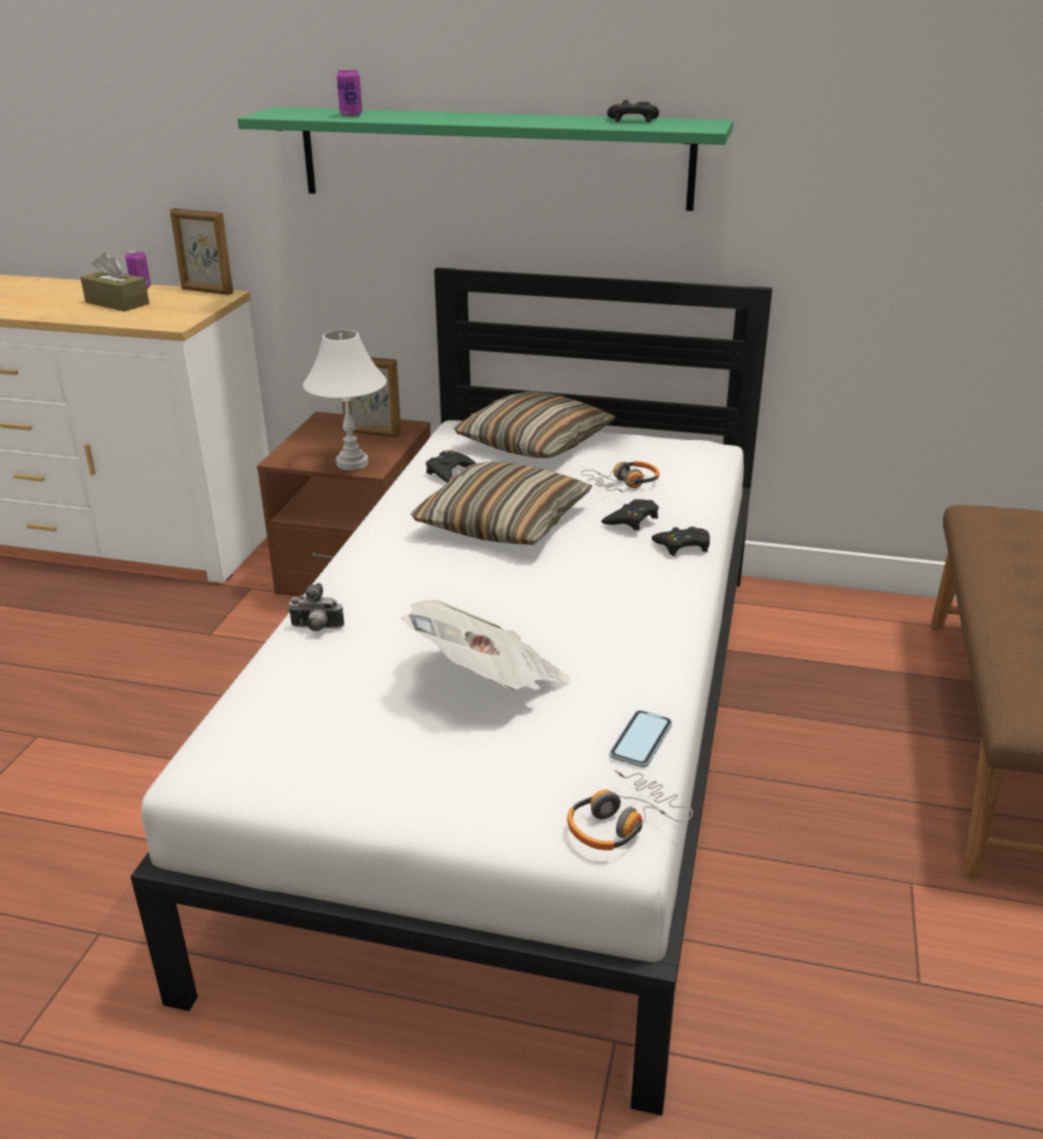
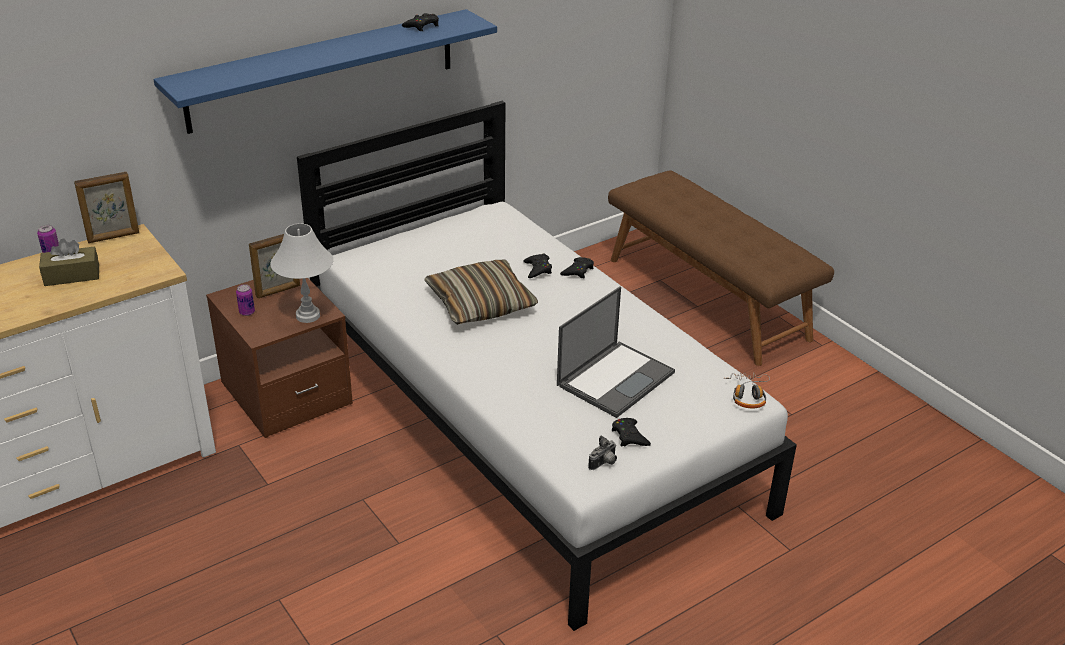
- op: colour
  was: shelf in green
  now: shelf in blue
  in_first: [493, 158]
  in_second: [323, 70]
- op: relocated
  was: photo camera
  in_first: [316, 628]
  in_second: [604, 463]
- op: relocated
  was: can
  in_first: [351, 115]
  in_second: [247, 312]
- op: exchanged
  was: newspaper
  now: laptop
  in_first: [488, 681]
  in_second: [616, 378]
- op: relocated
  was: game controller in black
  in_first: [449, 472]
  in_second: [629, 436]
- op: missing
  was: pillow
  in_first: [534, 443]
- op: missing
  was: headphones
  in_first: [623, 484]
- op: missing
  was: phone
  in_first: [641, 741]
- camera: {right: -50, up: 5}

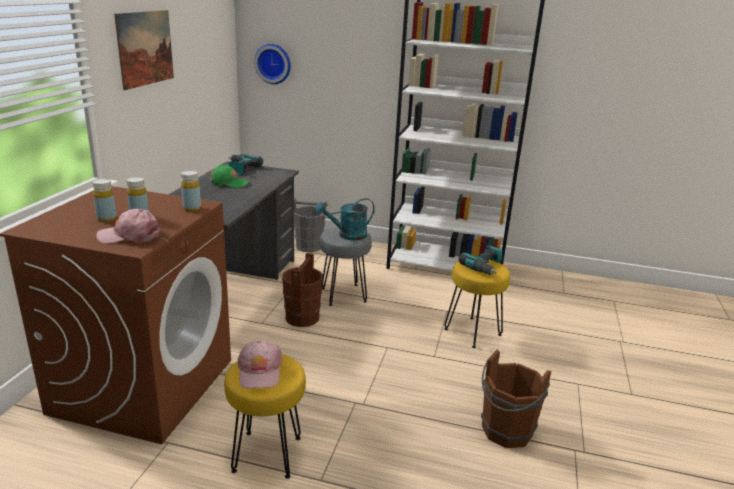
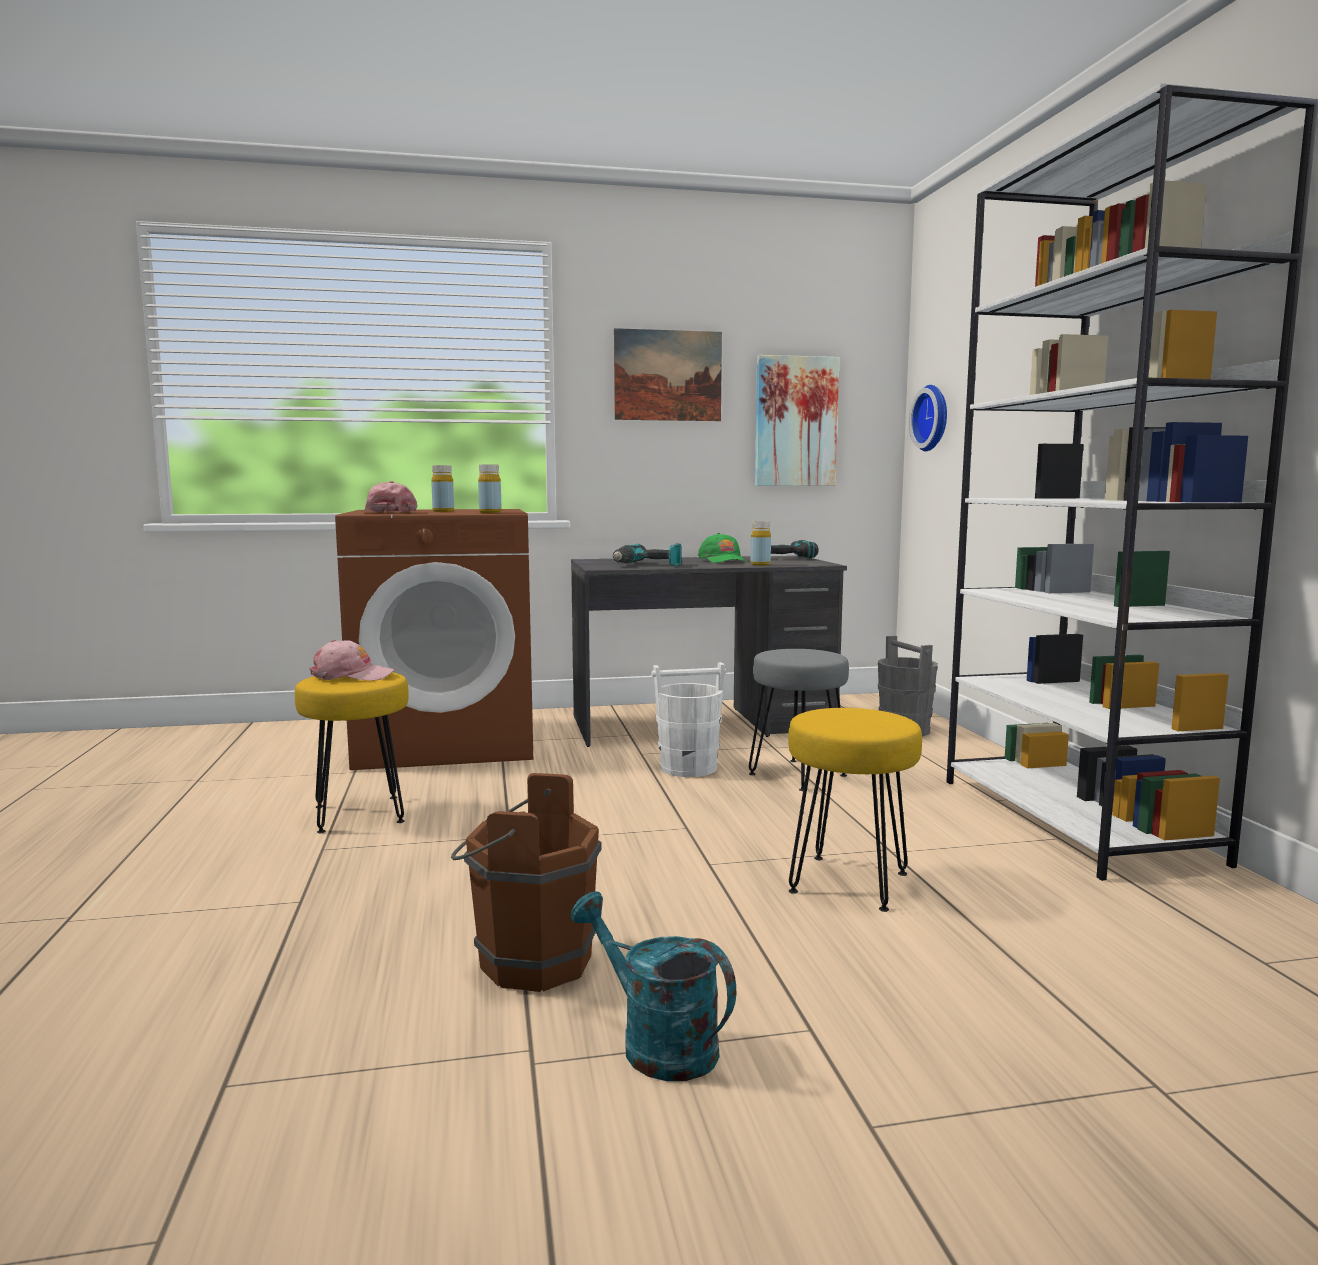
- op: relocated
  was: bottle in yellow
  in_first: [106, 219]
  in_second: [760, 564]
- op: spun
  was: cap in pink
  in_first: [260, 371]
  in_second: [352, 676]
  clockwise: -150
- op: colour
  was: bucket in brown
  now: bucket in white
  in_first: [302, 318]
  in_second: [687, 768]
- op: relocated
  was: watering can in turquoise
  in_first: [347, 235]
  in_second: [655, 1043]
- op: relocated
  was: power drill
  in_first: [485, 267]
  in_second: [647, 565]
- op: appeared
  now: picture
  in_second: [795, 422]
- camera: {right: 65, up: -15}

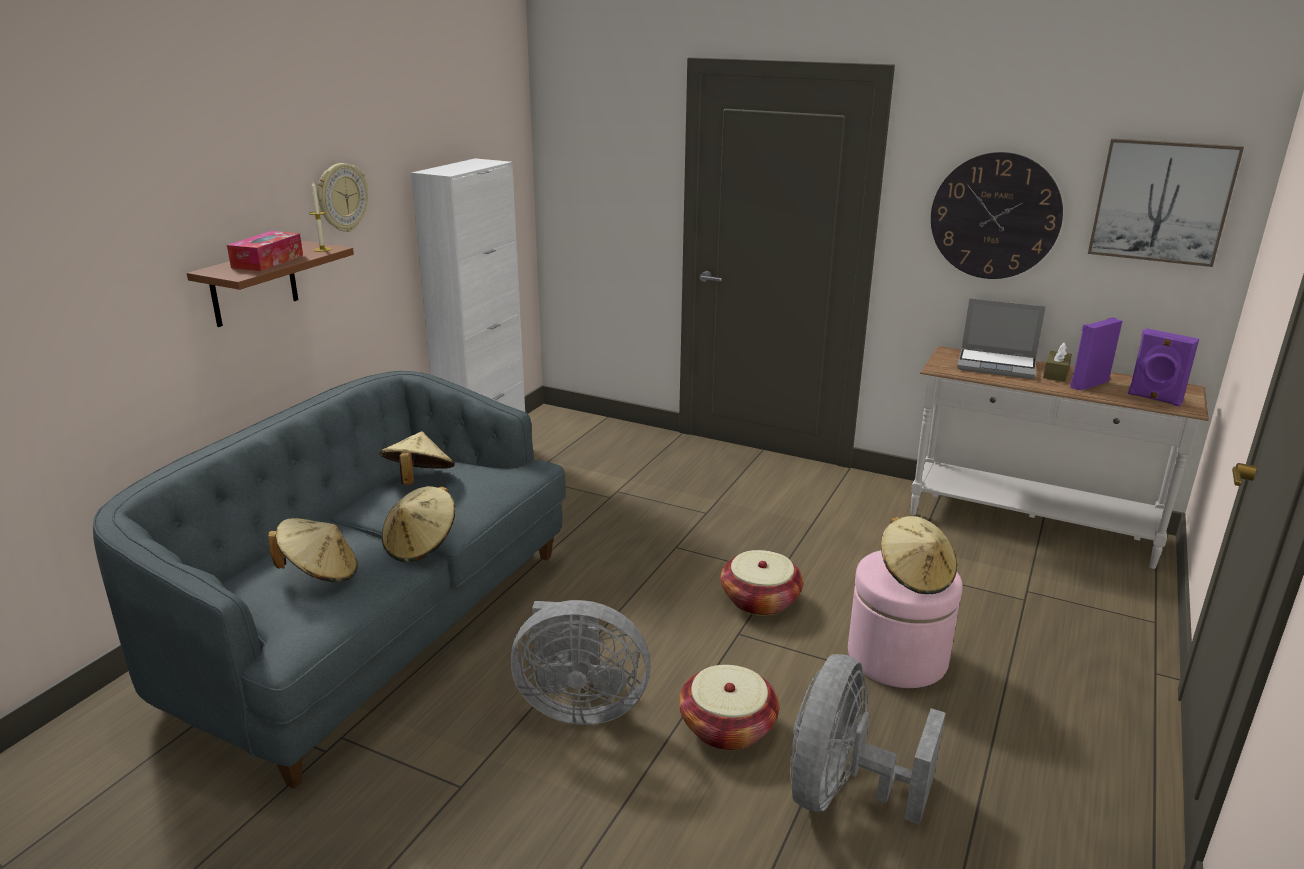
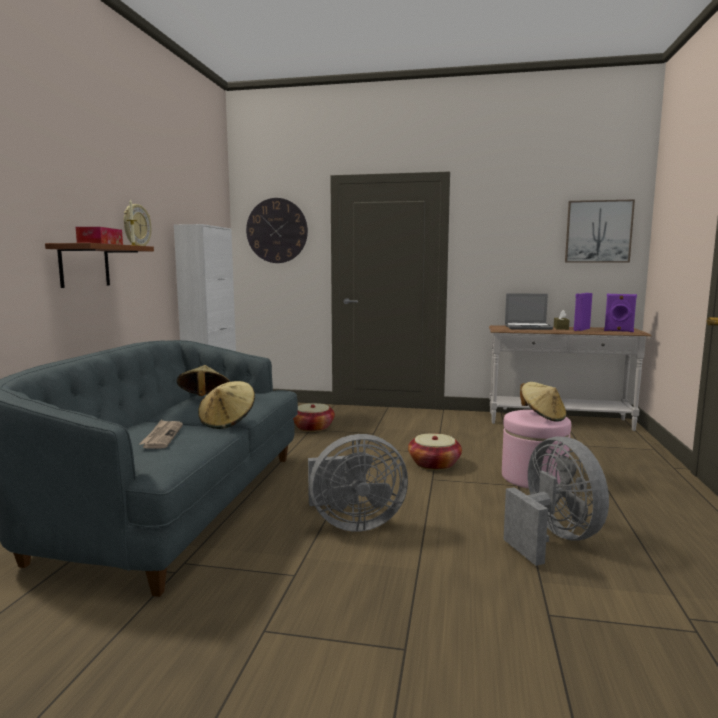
- op: exchanged
  was: hat in beige
  now: newspaper
  in_first: [320, 573]
  in_second: [162, 436]
- op: relocated
  was: basket
  in_first: [727, 727]
  in_second: [313, 427]
- op: spun
  was: fan in grey
  in_first: [843, 792]
  in_second: [553, 538]
  clockwise: 150
- op: relocated
  was: wall clock
  in_first: [995, 216]
  in_second: [277, 230]
- camera: {right: -15, up: -15}

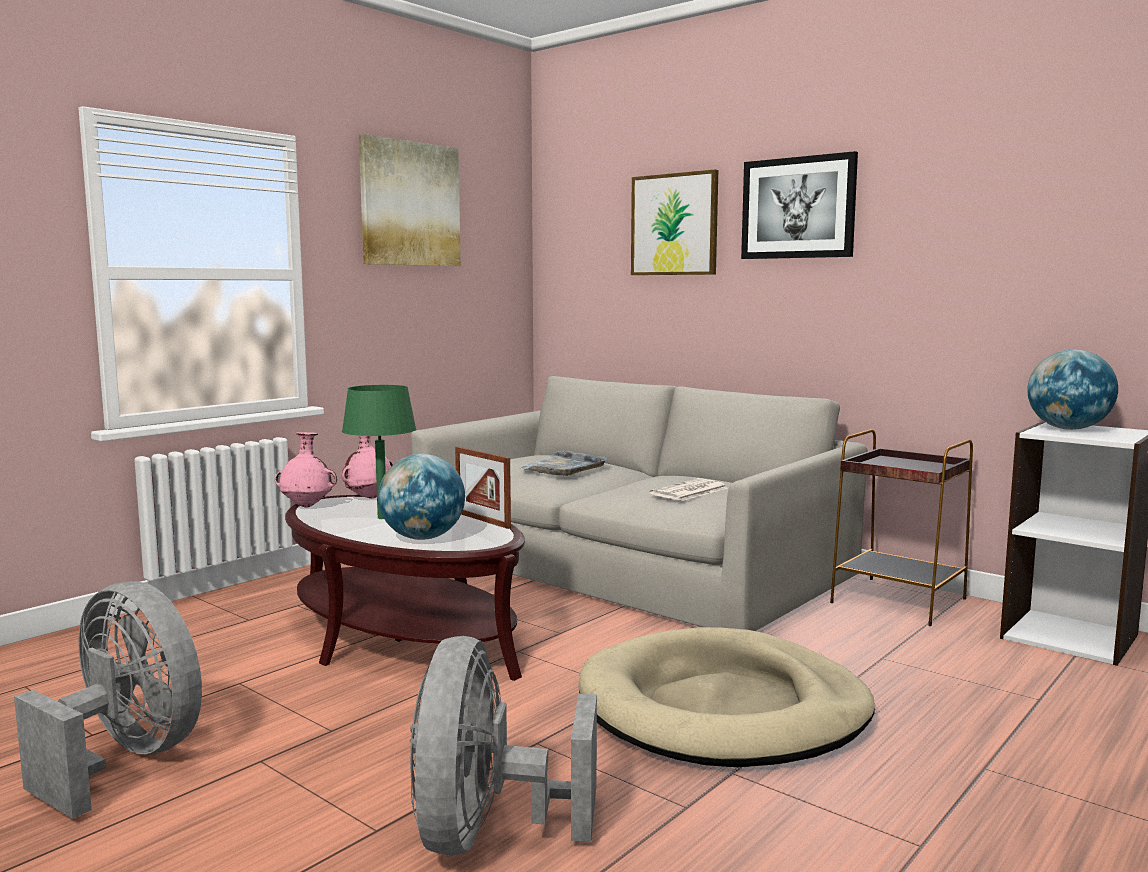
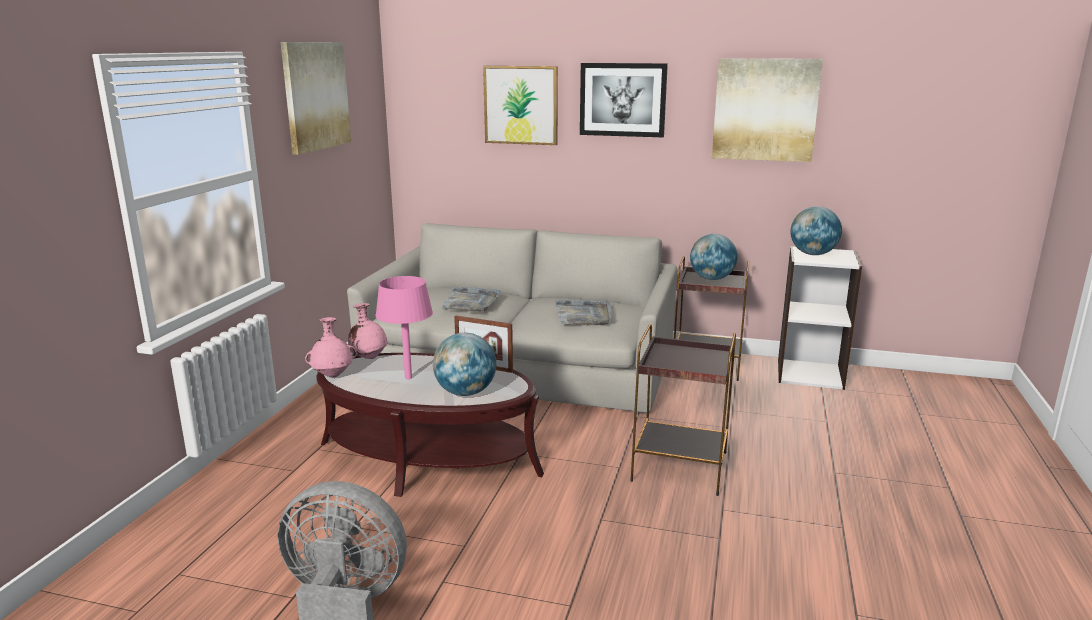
- op: colour
  was: table lamp in green
  now: table lamp in pink
  in_first: [382, 518]
  in_second: [408, 377]
- op: missing
  was: fan in grey
  in_first: [487, 833]
- op: exchanged
  was: dog bed in beige
  now: side table in brown
  in_first: [723, 708]
  in_second: [680, 467]
- op: exchanged
  was: newspaper
  now: tray in grey
  in_first: [689, 491]
  in_second: [584, 315]
- op: appeared
  now: globe
  in_second: [711, 279]
- op: appeared
  now: picture
  in_second: [765, 110]
- camera: {right: -25, up: 10}

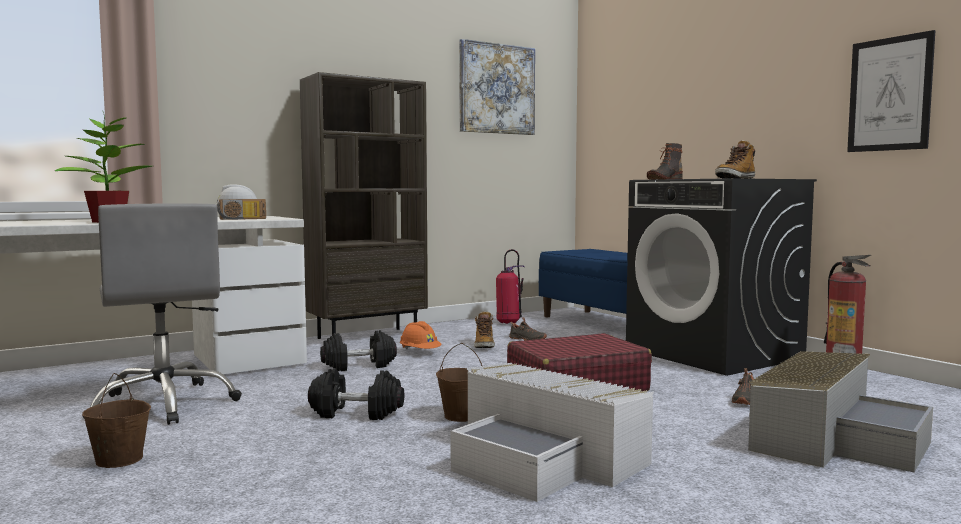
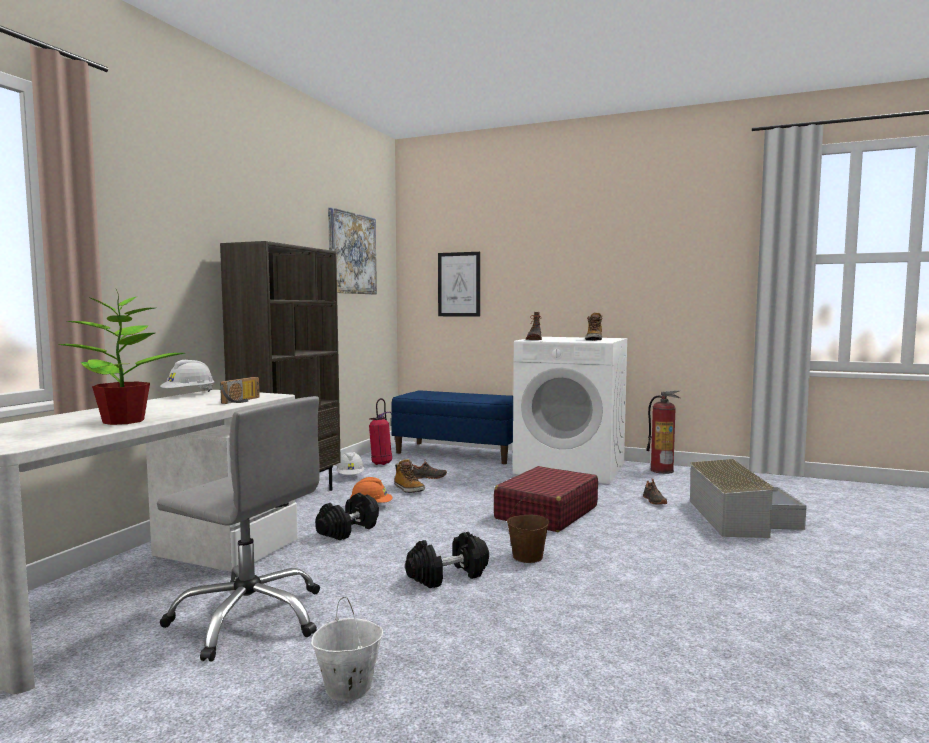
- op: colour
  was: bucket in brown
  now: bucket in white
  in_first: [118, 460]
  in_second: [348, 688]
- op: missing
  was: storage box in white
  in_first: [545, 459]
- op: colour
  was: washing machine in black
  now: washing machine in white
  in_first: [714, 354]
  in_second: [571, 468]
- op: relocated
  was: picture
  in_first: [889, 94]
  in_second: [459, 284]
- op: appeared
  now: hard hat in white
  in_second: [350, 476]
- camera: {right: -35, up: 0}

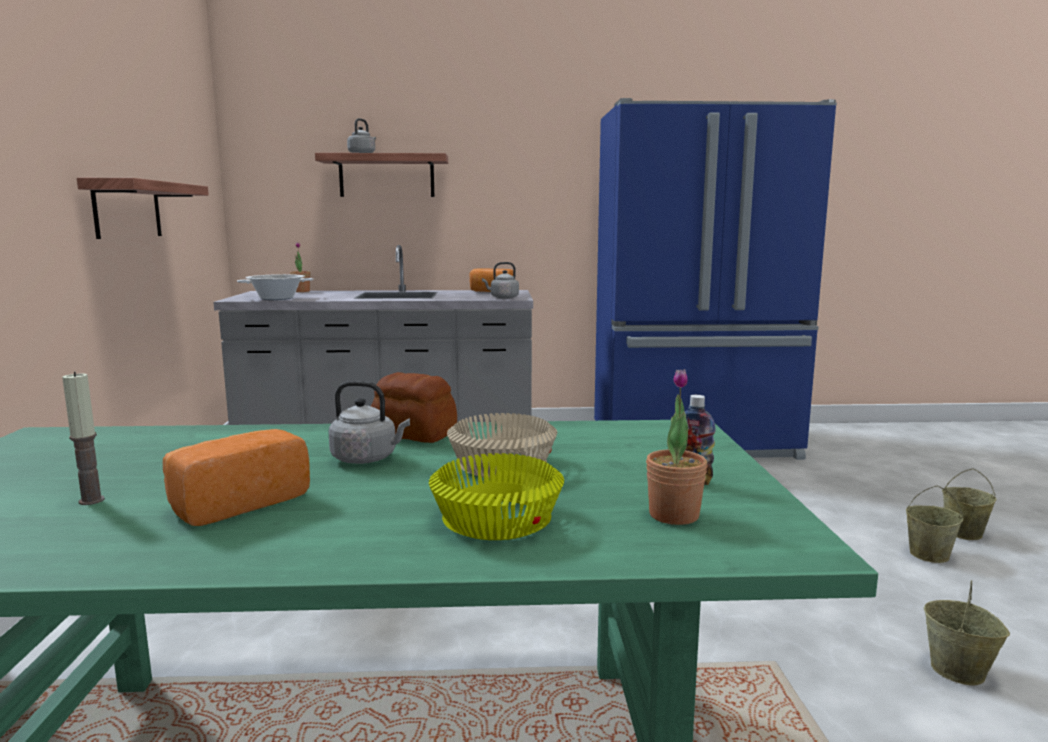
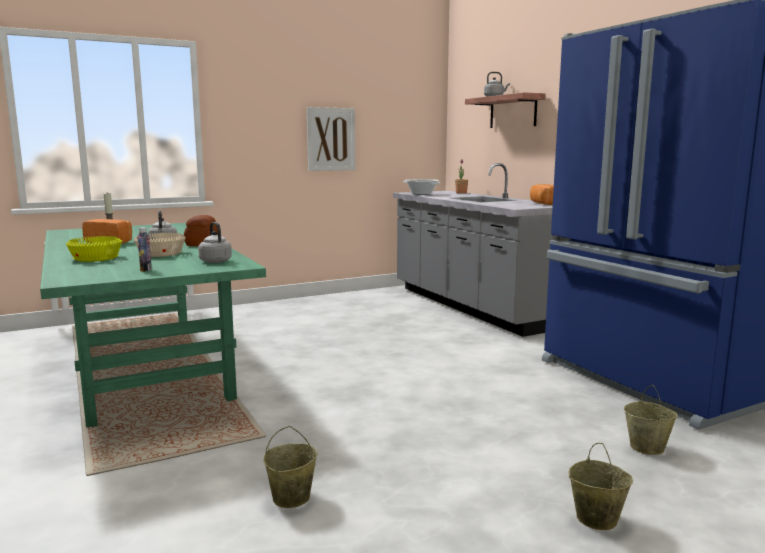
- op: exchanged
  was: shelf
  now: picture
  in_first: [127, 210]
  in_second: [331, 139]
- op: relocated
  was: kettle in grey
  in_first: [503, 298]
  in_second: [215, 261]
- op: missing
  was: potted plant
  in_first: [674, 515]
- op: relocated
  was: bucket in beige
  in_first: [929, 554]
  in_second: [647, 447]
- camera: {right: 65, up: 0}

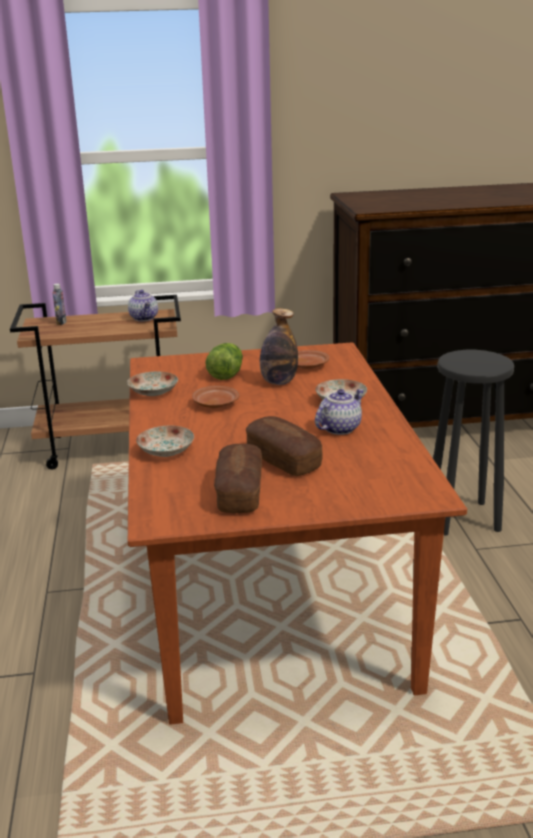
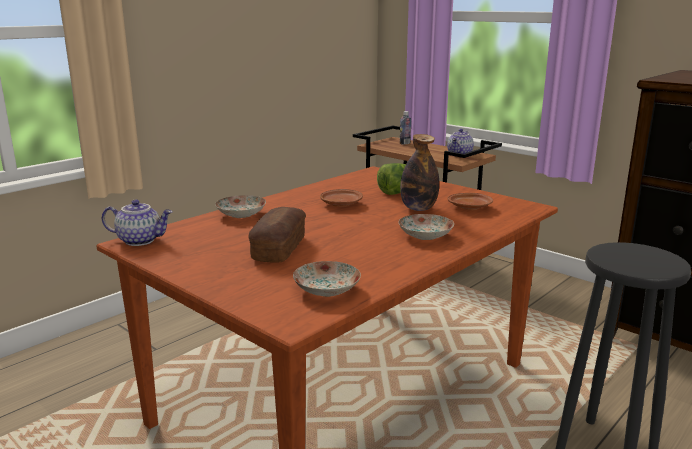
- op: relocated
  was: plate
  in_first: [153, 392]
  in_second: [326, 290]
- op: missing
  was: bread
  in_first: [239, 493]
- op: relocated
  was: teapot
  in_first: [339, 428]
  in_second: [140, 240]
- camera: {right: 50, up: -5}

